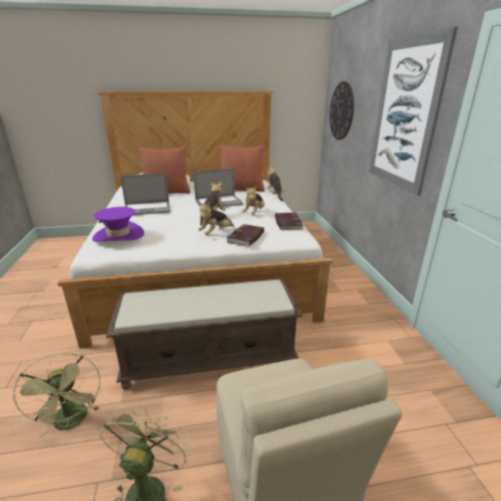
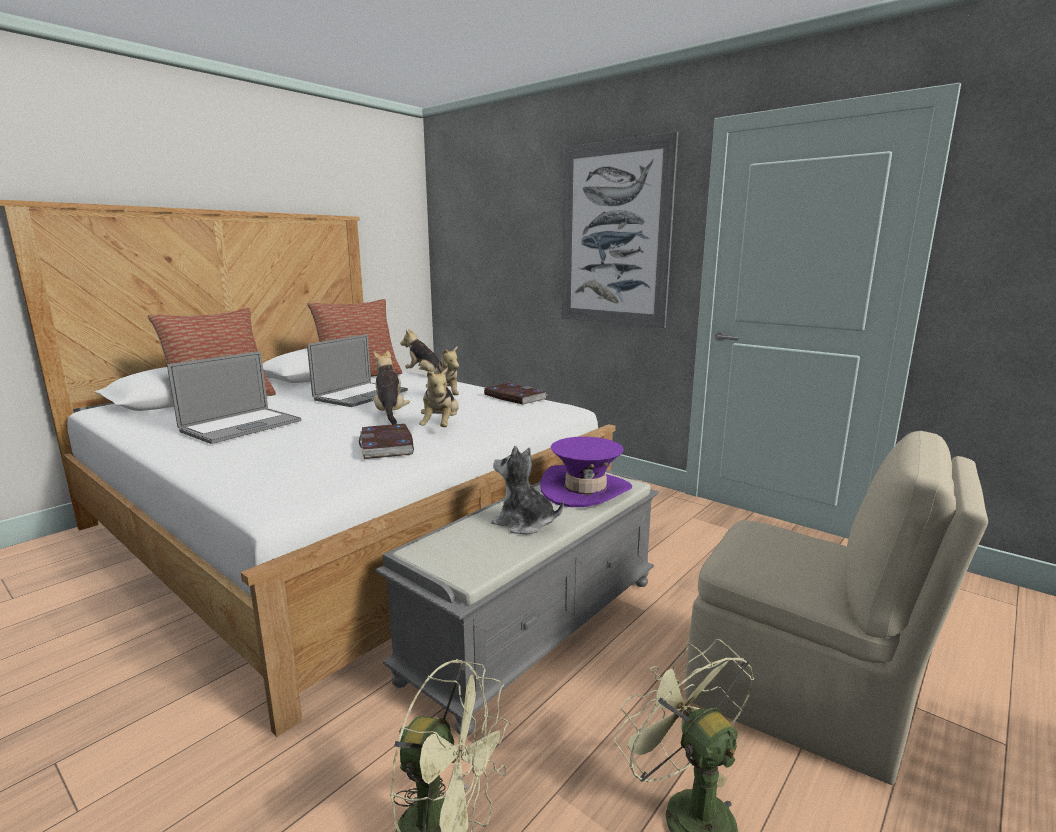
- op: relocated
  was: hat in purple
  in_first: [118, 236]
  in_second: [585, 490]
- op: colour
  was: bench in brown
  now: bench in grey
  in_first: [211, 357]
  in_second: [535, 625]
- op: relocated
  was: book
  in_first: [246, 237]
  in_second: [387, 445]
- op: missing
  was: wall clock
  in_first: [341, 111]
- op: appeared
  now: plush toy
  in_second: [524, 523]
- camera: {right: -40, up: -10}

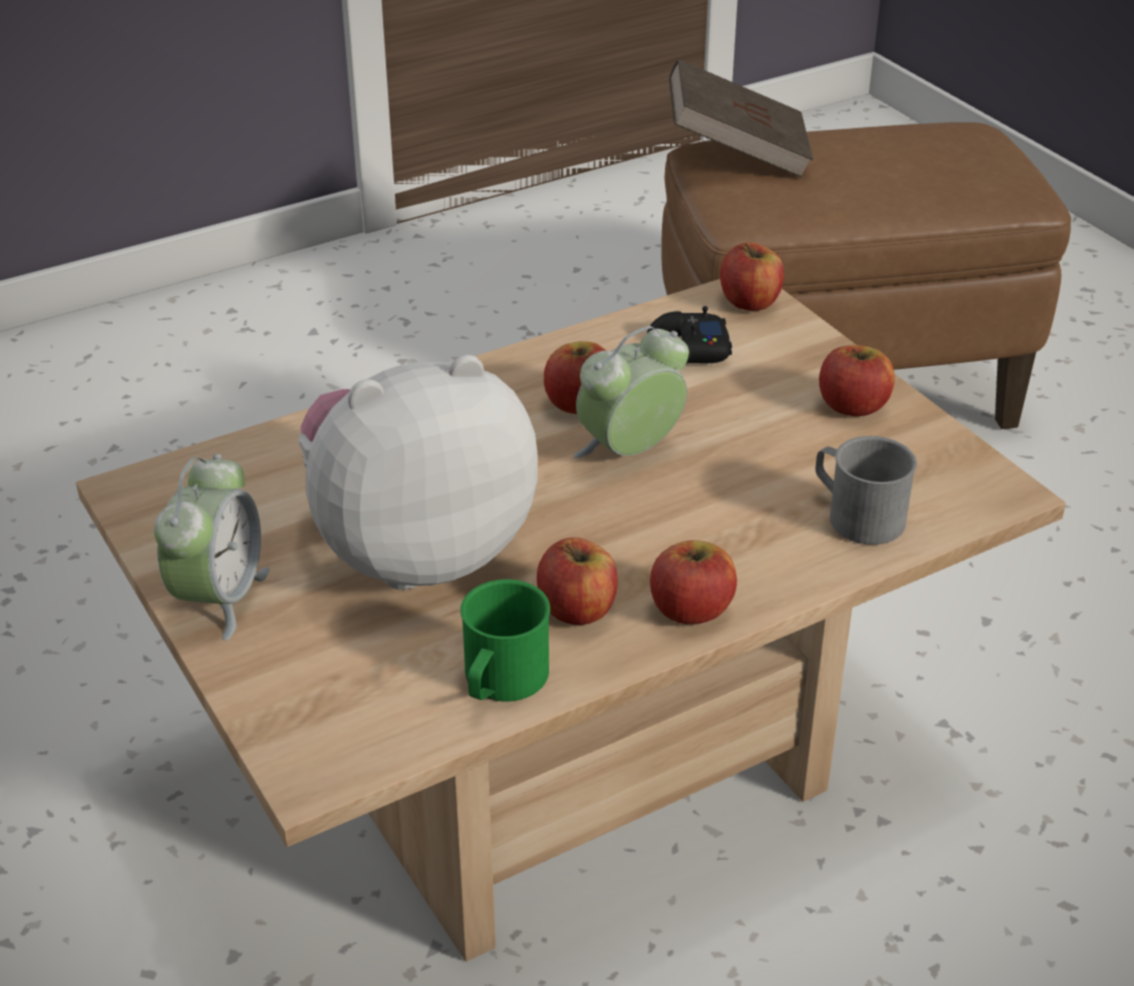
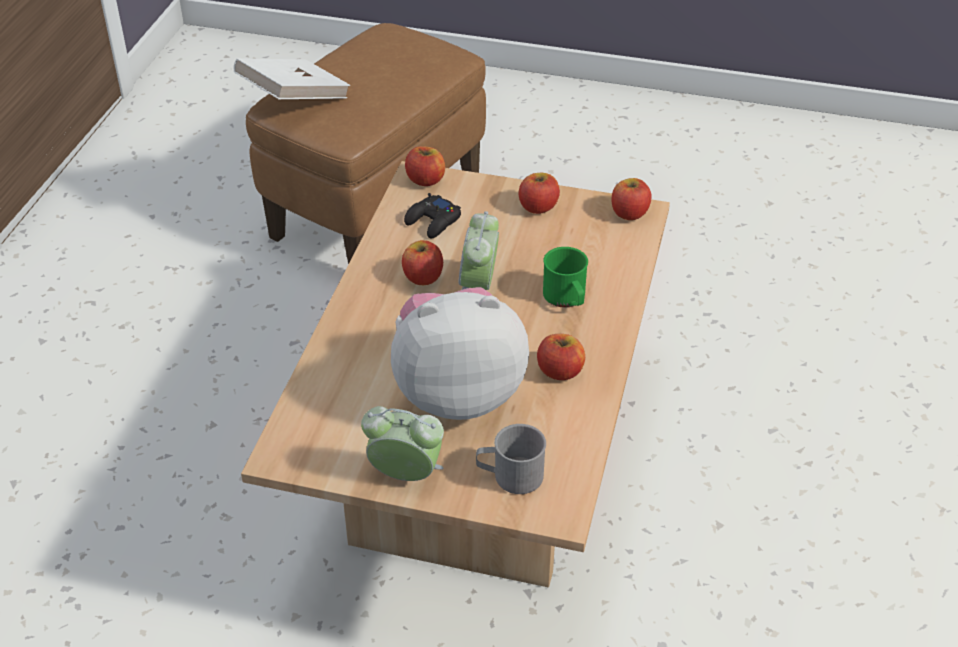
- op: spun
  was: alarm clock
  in_first: [219, 598]
  in_second: [405, 475]
  clockwise: -45
- op: spun
  was: plush toy
  in_first: [417, 550]
  in_second: [457, 392]
  clockwise: 60
- op: relocated
  was: mug in green
  in_first: [500, 683]
  in_second: [567, 298]
- op: relocated
  was: apple
  in_first: [691, 609]
  in_second: [629, 213]
- op: colour
  was: book in brown
  now: book in white
  in_first: [737, 152]
  in_second: [294, 99]
- op: relocated
  was: mug in grey
  in_first: [856, 515]
  in_second: [510, 476]
- camera: {right: -45, up: 5}

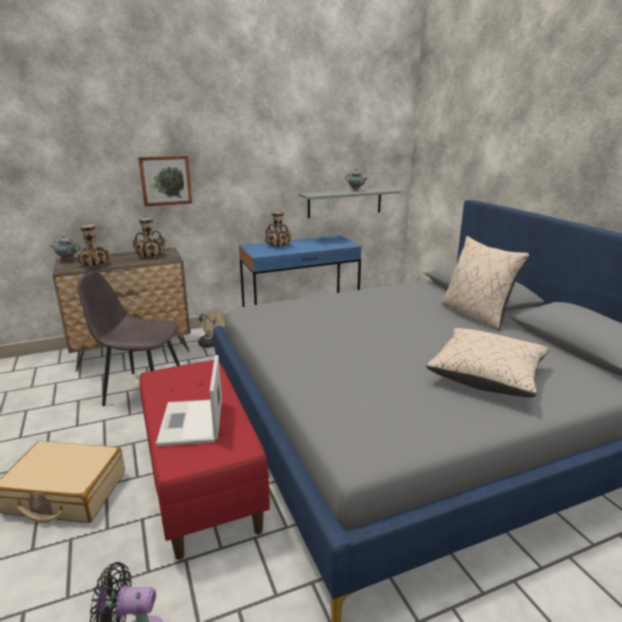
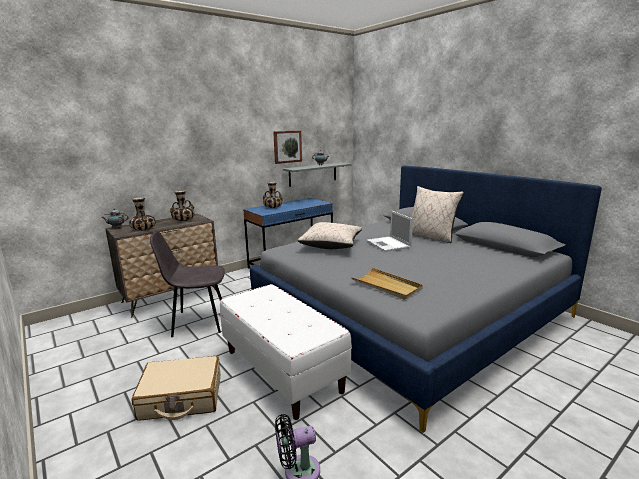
- op: relocated
  was: picture
  in_first: [165, 180]
  in_second: [287, 146]
- op: colour
  was: bench in red
  now: bench in white
  in_first: [202, 480]
  in_second: [283, 370]
- op: relocated
  was: laptop
  in_first: [192, 423]
  in_second: [389, 244]
- op: missing
  was: fan in beige
  in_first: [211, 344]
- op: relocated
  was: pillow in beige
  in_first: [486, 376]
  in_second: [331, 245]
- op: appeared
  now: tray in beige
  in_second: [386, 286]
- camera: {right: -15, up: -5}

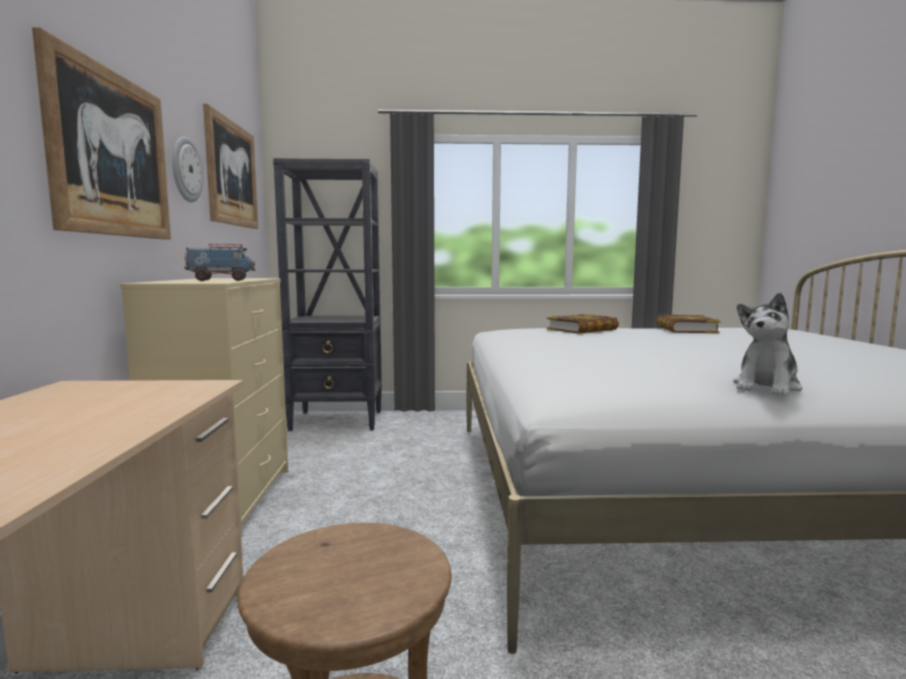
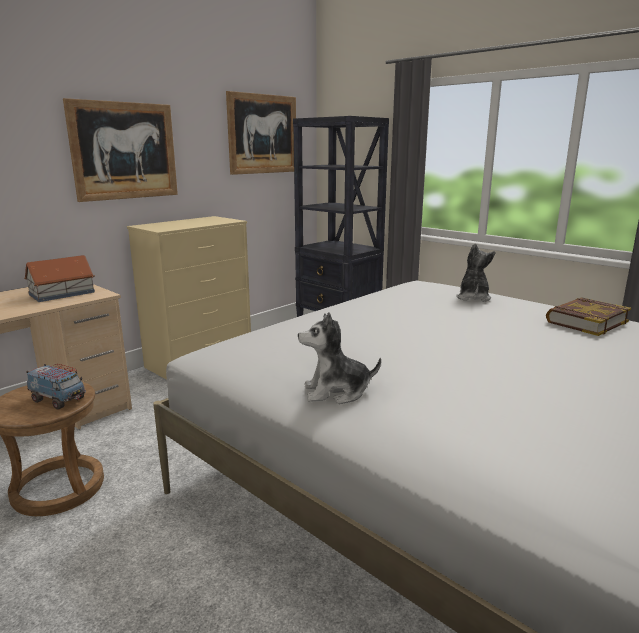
- op: missing
  was: wall clock
  in_first: [185, 169]
- op: relocated
  was: toy truck
  in_first: [221, 280]
  in_second: [58, 400]
- op: exchanged
  was: book
  now: plush toy
  in_first: [582, 329]
  in_second: [473, 297]
- op: appeared
  now: toy house
  in_second: [61, 293]
- camera: {right: 45, up: 10}

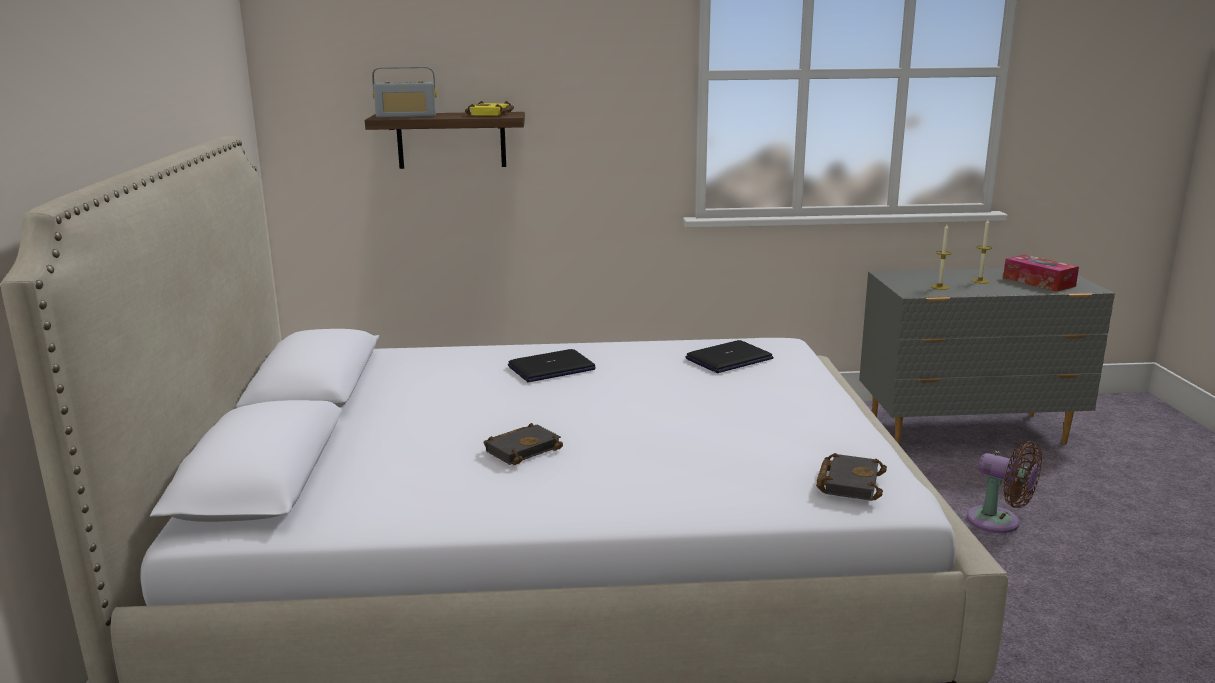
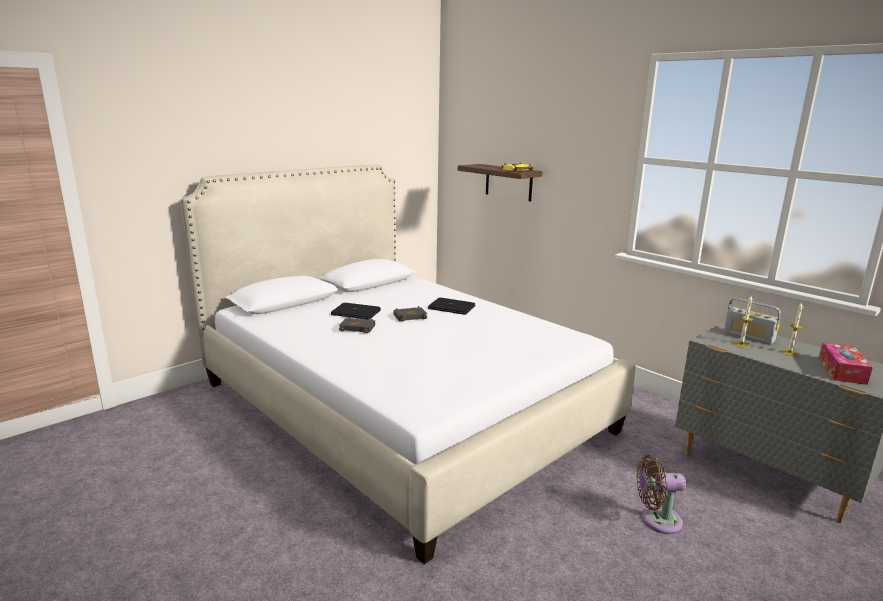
- op: relocated
  was: radio
  in_first: [406, 116]
  in_second: [748, 337]
- op: relocated
  was: laptop
  in_first: [729, 359]
  in_second: [355, 312]
- op: relocated
  was: book in black
  in_first: [848, 482]
  in_second: [410, 316]
- op: spun
  was: fan in brown
  in_first: [999, 522]
  in_second: [657, 520]
  clockwise: 90
- camera: {right: 50, up: 0}

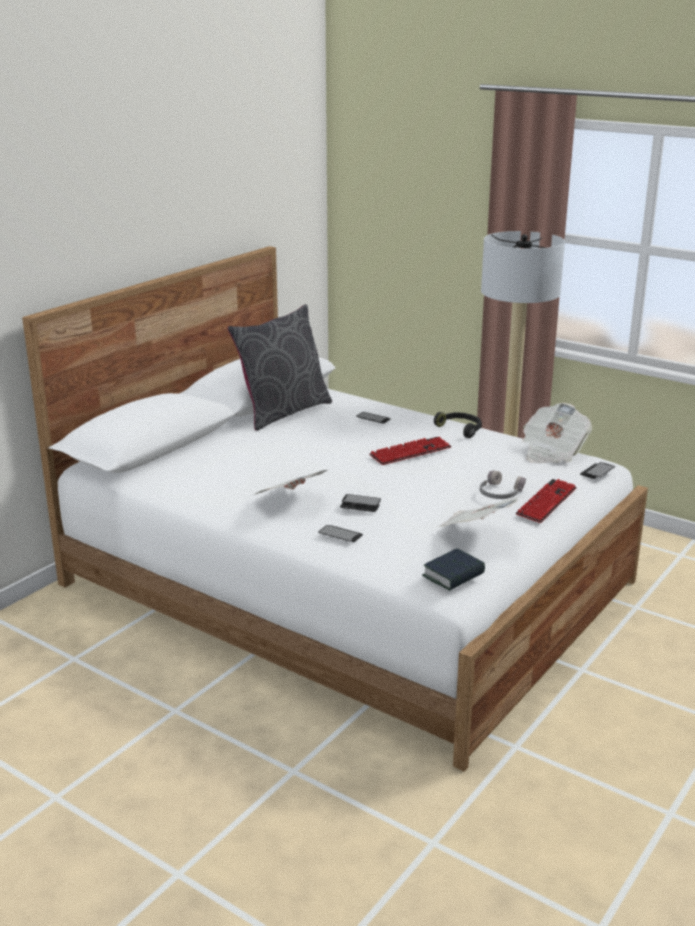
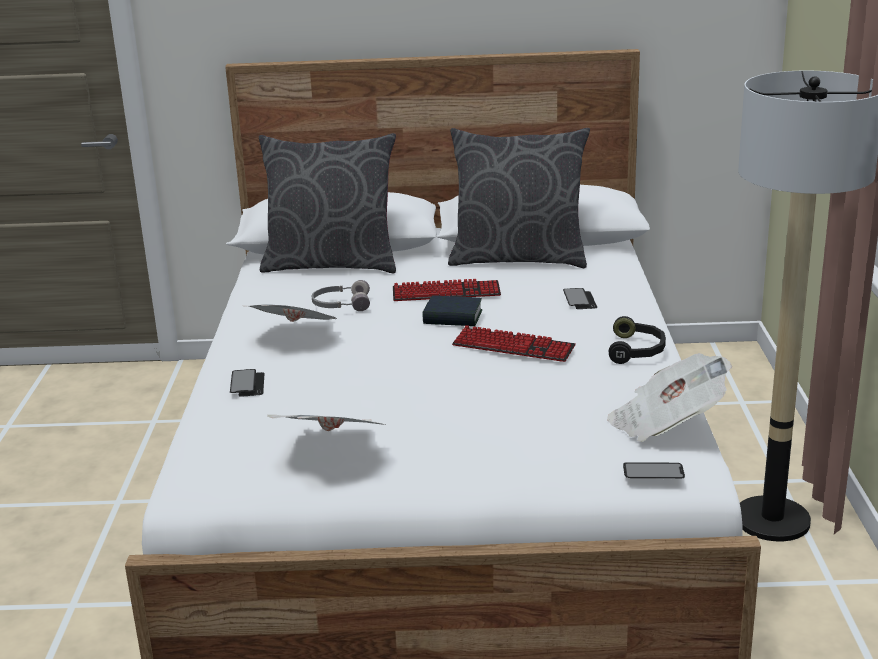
- op: missing
  was: phone
  in_first: [360, 504]
- op: relocated
  was: book
  in_first: [453, 575]
  in_second: [453, 317]
- op: relocated
  was: headphones in grey
  in_first: [499, 493]
  in_second: [341, 304]
- op: relocated
  was: keyboard
  in_first: [546, 502]
  in_second: [446, 293]
- op: appeared
  now: pillow in grey
  in_second: [331, 264]
- camera: {right: 55, up: 0}

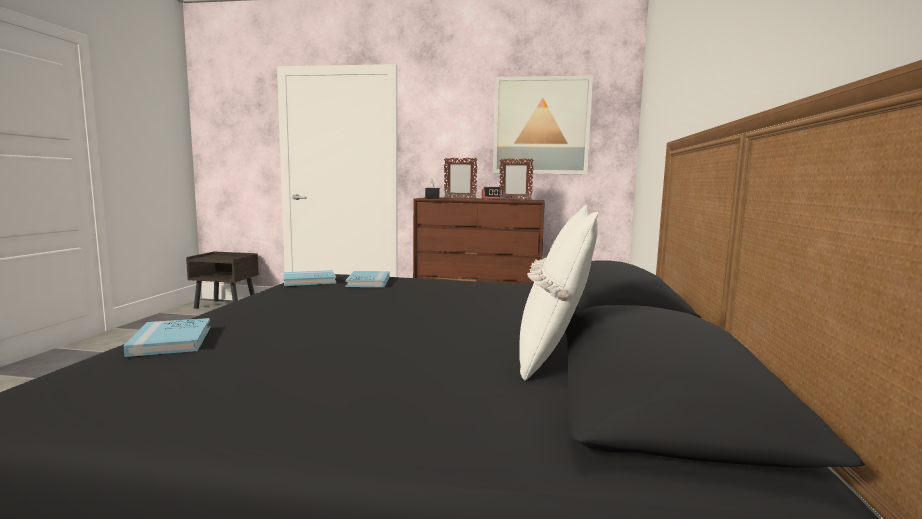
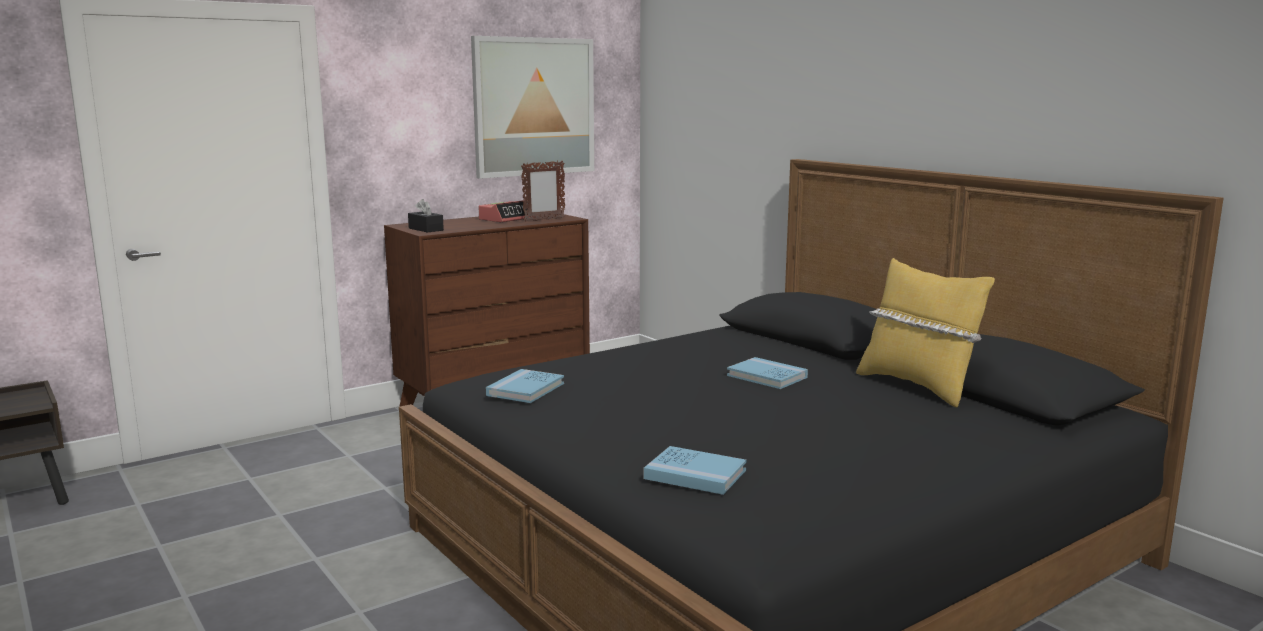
- op: relocated
  was: book in blue
  in_first: [368, 282]
  in_second: [767, 376]
- op: missing
  was: picture frame
  in_first: [459, 199]
- op: colour
  was: pillow in white
  now: pillow in yellow
  in_first: [554, 353]
  in_second: [917, 386]
- camera: {right: -45, up: 5}

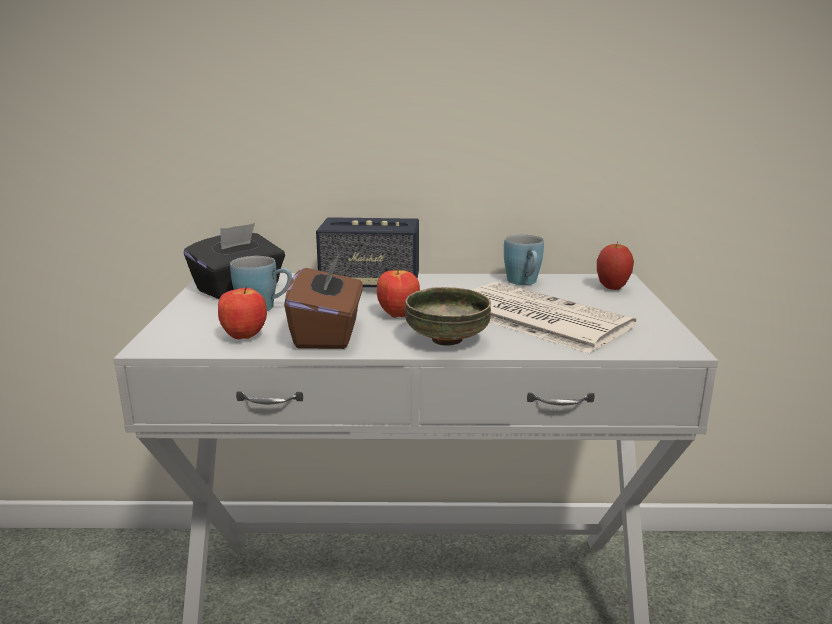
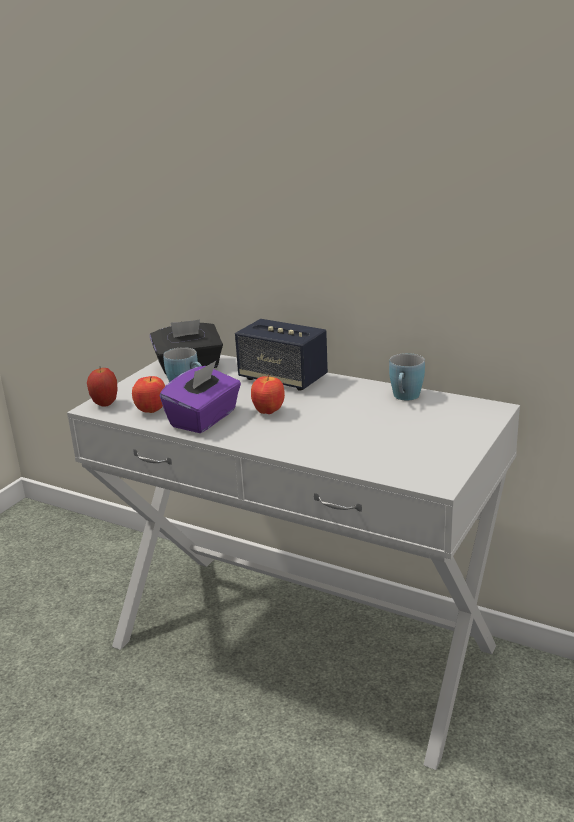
- op: colour
  was: tissue box in brown
  now: tissue box in purple
  in_first: [328, 334]
  in_second: [204, 419]
- op: missing
  was: bowl
  in_first: [446, 340]
- op: missing
  was: newspaper
  in_first: [535, 317]
- op: relocated
  was: apple
  in_first: [612, 288]
  in_second: [105, 404]
- camera: {right: 30, up: 5}

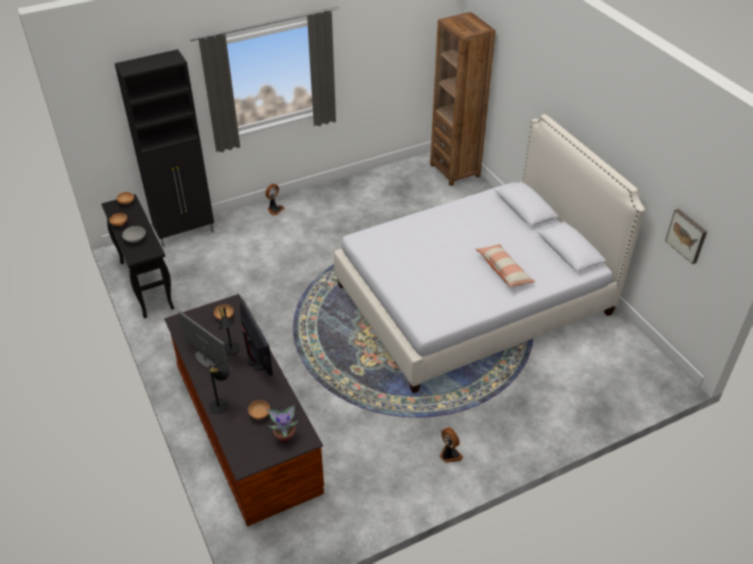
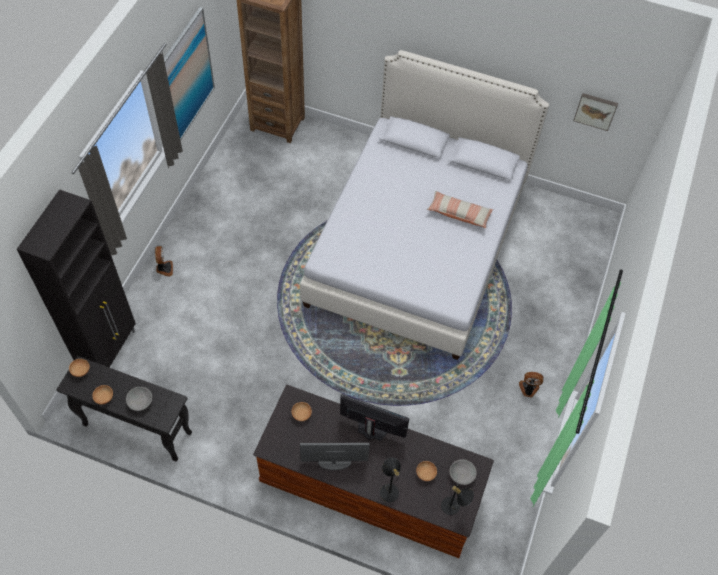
- op: relocated
  was: table lamp in black
  in_first: [231, 351]
  in_second: [453, 508]
- op: exchanged
  was: potted plant
  now: bowl in grey
  in_first: [285, 435]
  in_second: [461, 475]
- op: appeared
  now: picture
  in_second: [187, 75]
- camera: {right: -45, up: 15}

